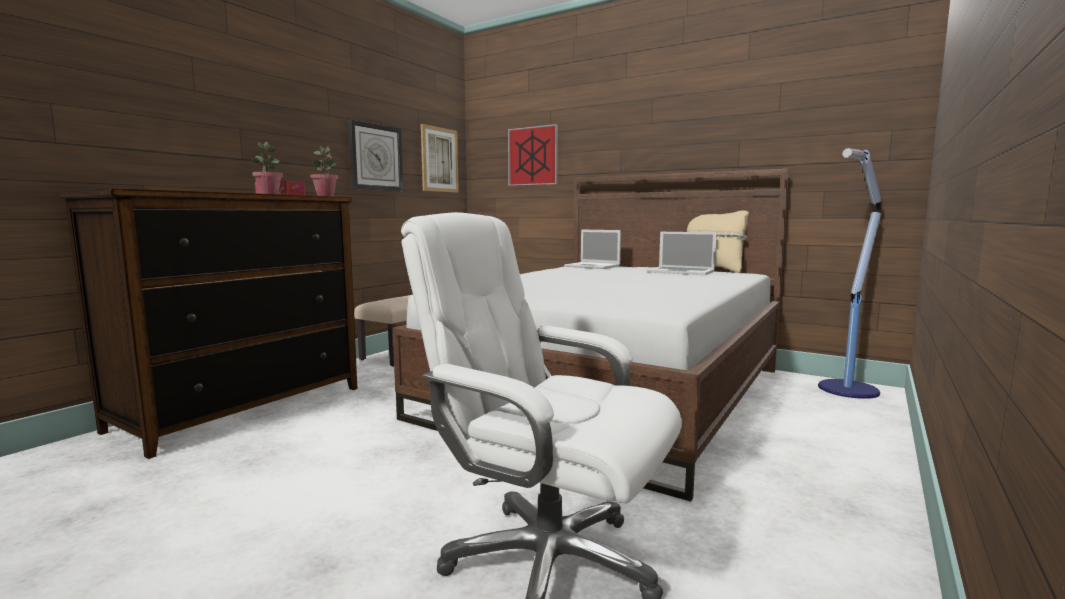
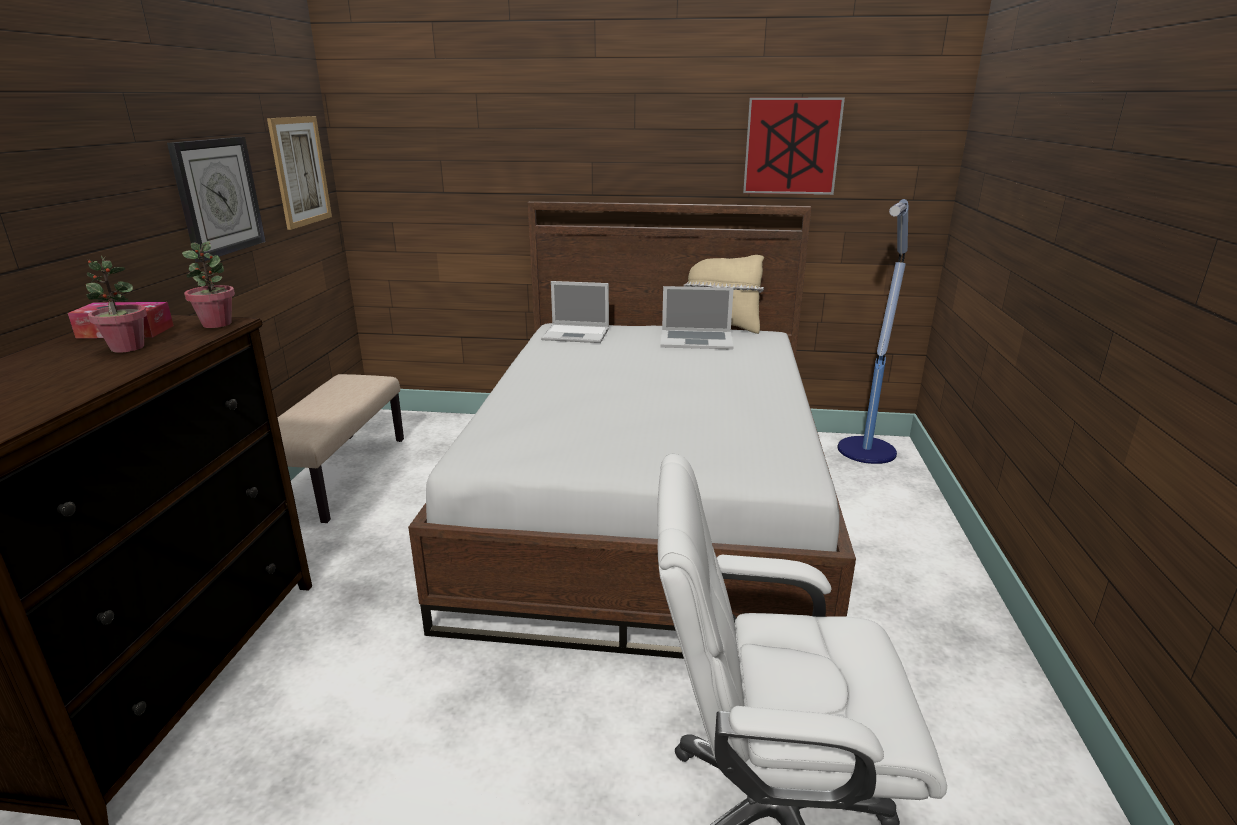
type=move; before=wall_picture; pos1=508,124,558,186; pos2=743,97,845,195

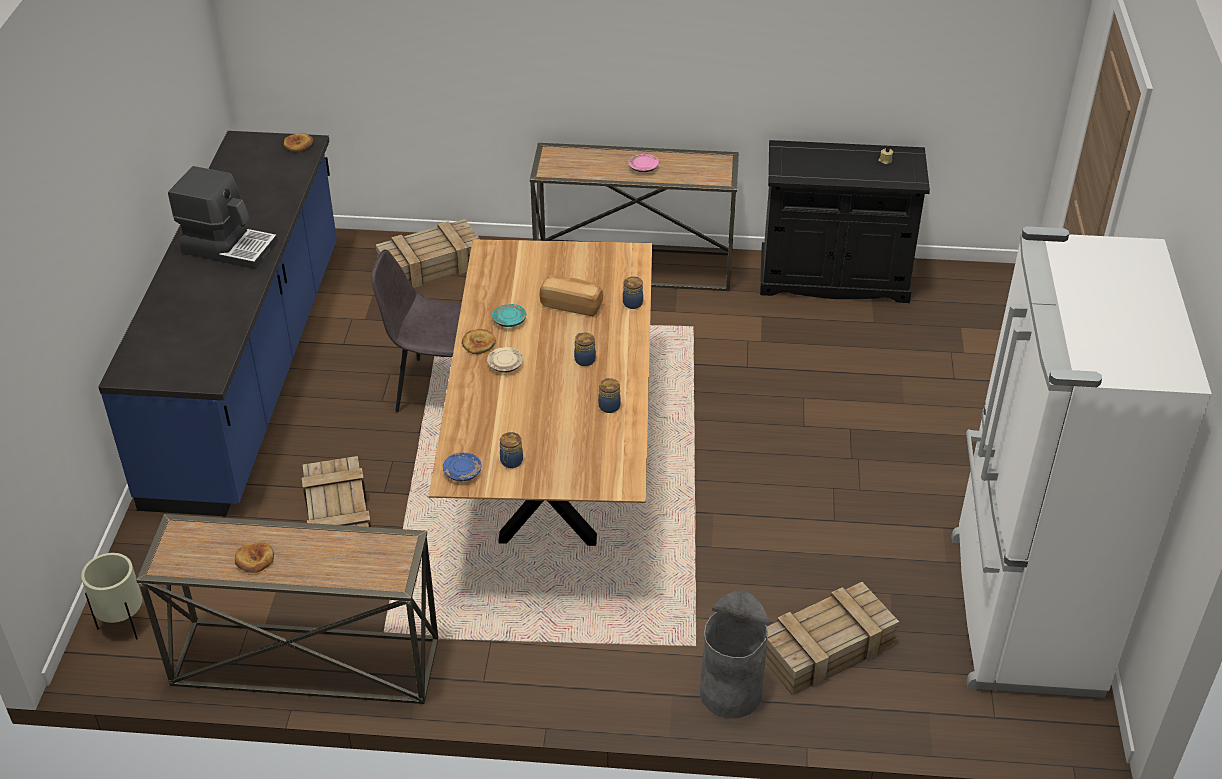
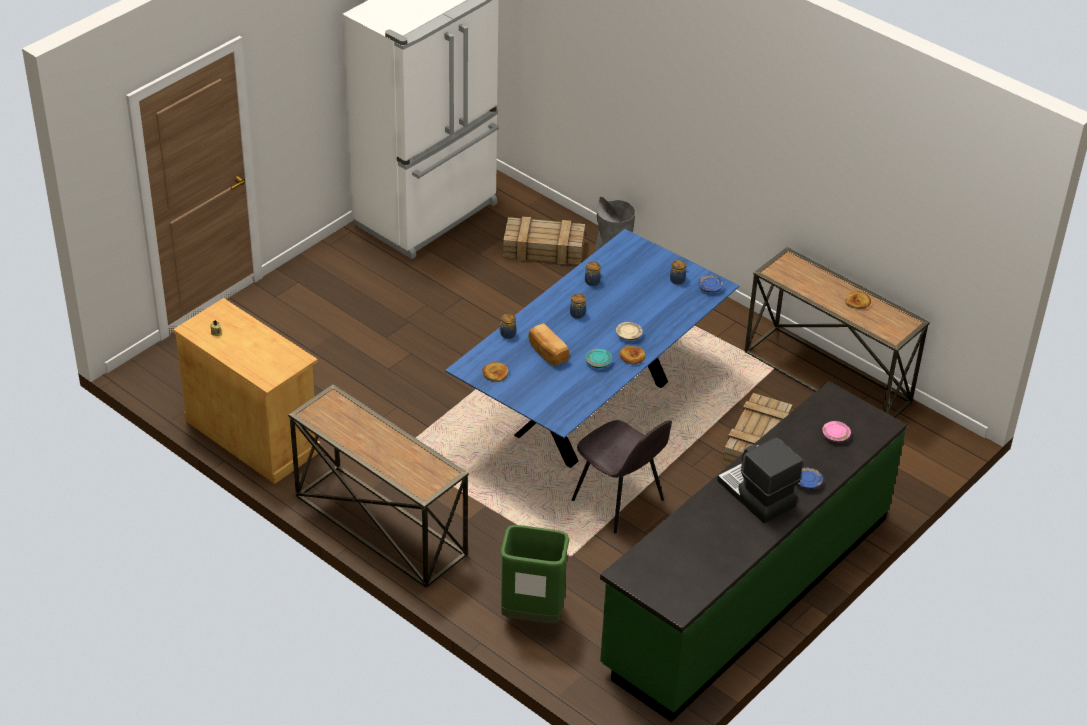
type=recolor; before=black_storage_cabinet; after=beige-coloured_storage_cabinet; pos1=760,140,930,303; pos2=173,298,321,484
type=recolor; before=brown-coloured_dining_table; after=blue_dining_table; pos1=429,239,652,546; pos2=445,229,740,468
type=move; before=baked_bread; pos1=284,133,313,151; pos2=482,362,508,382
type=replace; before=packing_crate; after=greenish_trash_can; pos1=376,219,480,288; pos2=500,525,570,623
type=recolor; before=blue_kitchen_base_unit; after=greenish_kitchen_base_unit; pos1=98,131,337,516; pos2=600,381,907,722
type=insert; after=blue_dinner_plate; pos2=797,468,823,489
type=move; before=pink_dinner_plate; pos1=628,154,659,172; pos2=822,421,851,442
type=delete; before=beige-coloured_plant_pot; pos1=81,553,142,640

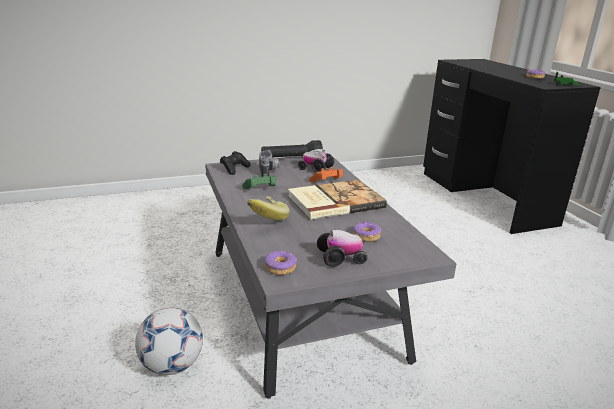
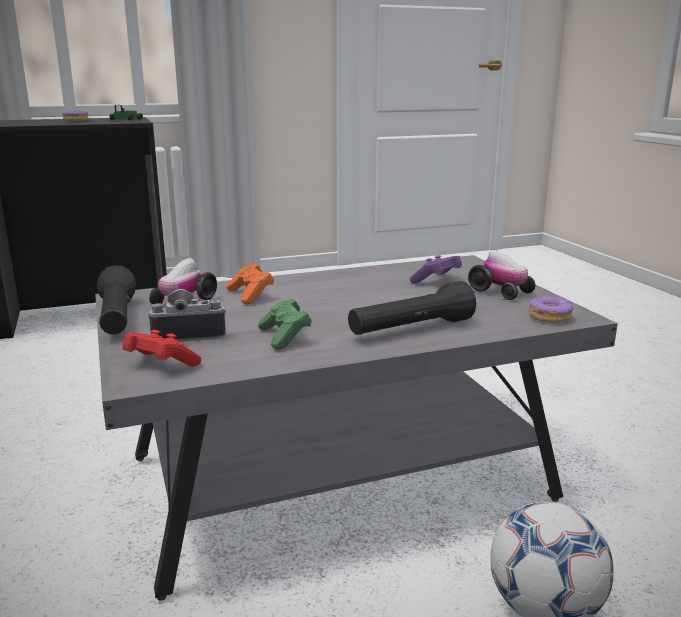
type=recolor; before=black_game_controller; after=red-coloured_game_controller; pos1=220,151,250,175; pos2=123,330,201,366
type=replace; before=whole_banana; after=black_torch; pos1=247,197,290,221; pos2=348,281,476,335
type=replace; before=doughnut; after=purple_game_controller; pos1=353,222,381,242; pos2=410,255,462,284
type=rotate; before=toy_car; pos1=317,230,367,267; pos2=468,250,535,300; turn=150
type=delete; before=bound_book; pos1=288,180,387,220

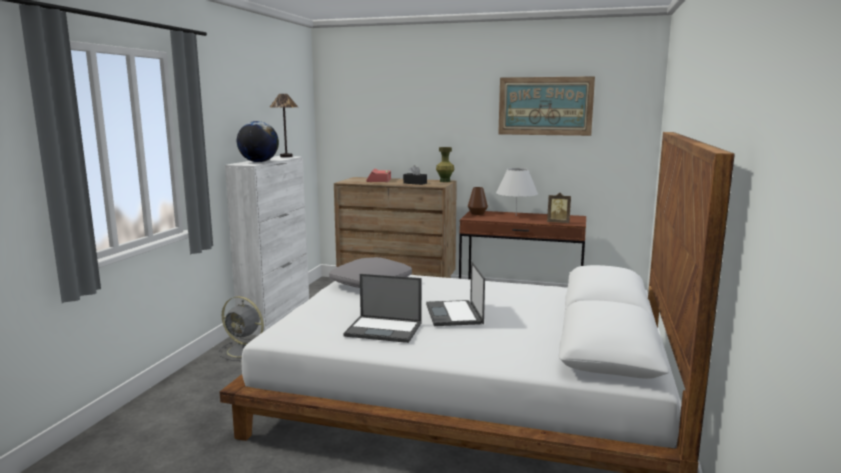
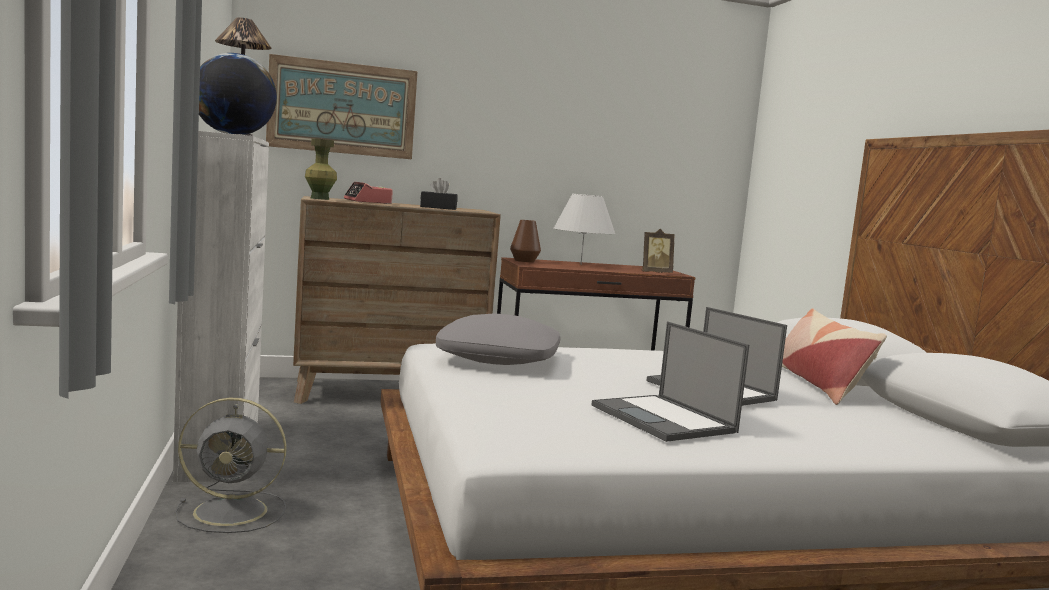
type=move; before=wall_picture; pos1=498,76,595,136; pos2=266,54,417,159
type=move; before=greenish_vase; pos1=436,147,454,182; pos2=305,138,337,200
type=rotate; before=portable_computer; pos1=343,274,422,343; pos2=592,321,749,442; turn=75
type=insert; after=pillow; pos2=782,308,887,405

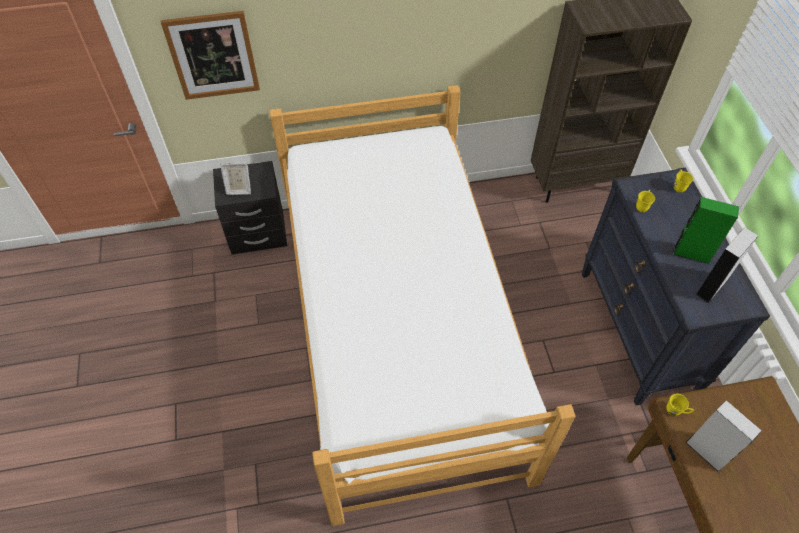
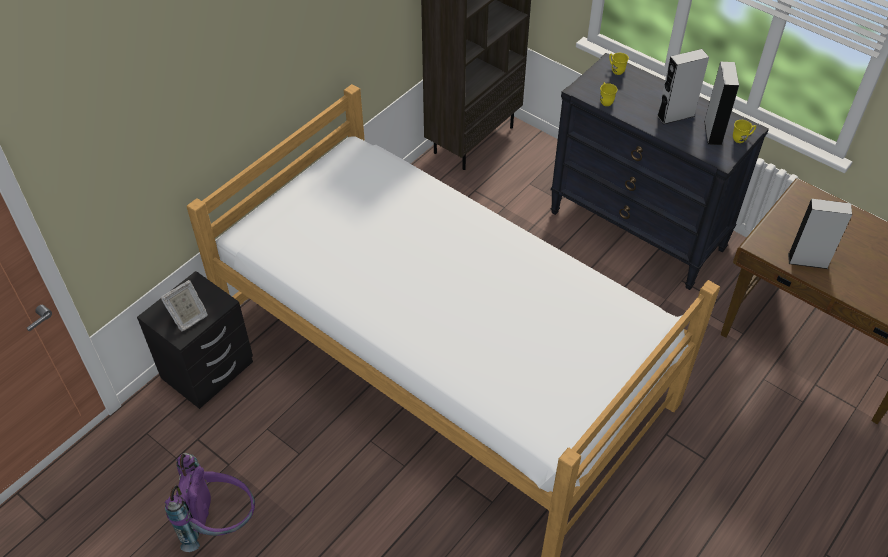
type=insert; after=purple_rucksack; pos2=165,453,255,552
type=recolor; before=greenish_audio_speaker; after=grey_audio_speaker; pos1=673,197,739,264; pos2=657,49,709,125
type=move; before=yellow-coloured_tea_mug; pos1=666,394,694,416; pos2=733,120,756,143
type=delete; before=wall_picture; pos1=161,11,260,100

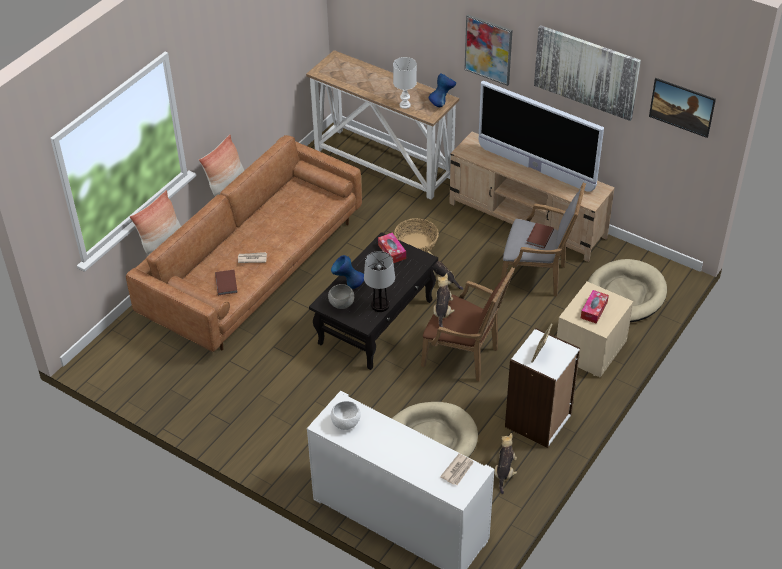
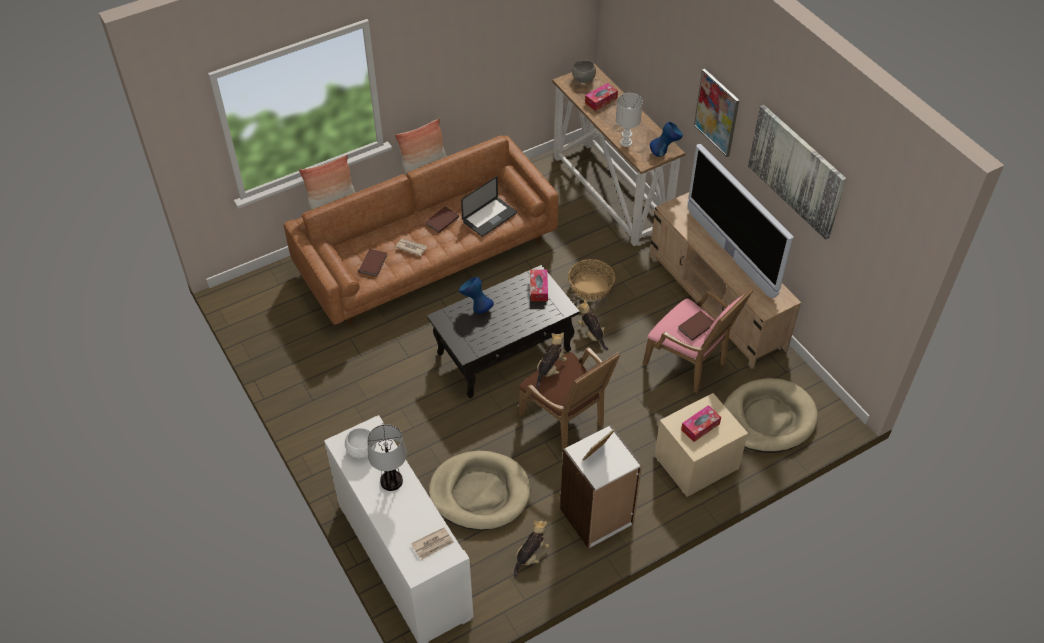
type=move; before=table_lamp; pos1=364,251,395,312; pos2=368,424,407,491
type=insert; after=brown-coloured_bound_book; pos2=425,206,459,233
type=insert; after=portable_computer; pos2=461,176,517,237
type=move; before=grey_deep_dish; pos1=328,284,354,309; pos2=572,60,596,83
type=insert; after=tissue_box; pos2=585,83,618,111
type=recolor; before=grey_lounge_chair; after=pink_lounge_chair; pos1=501,182,586,297; pos2=643,287,754,393
type=delete; before=wall_picture; pos1=649,78,716,138

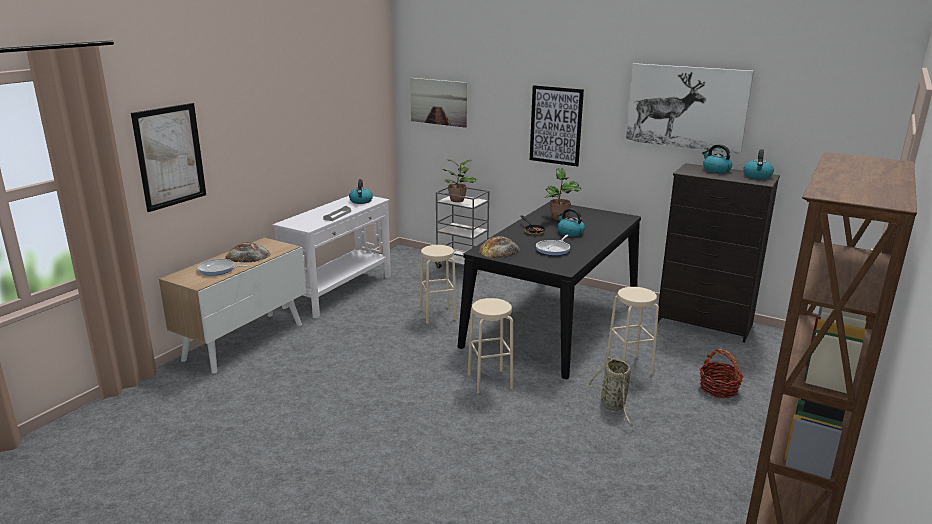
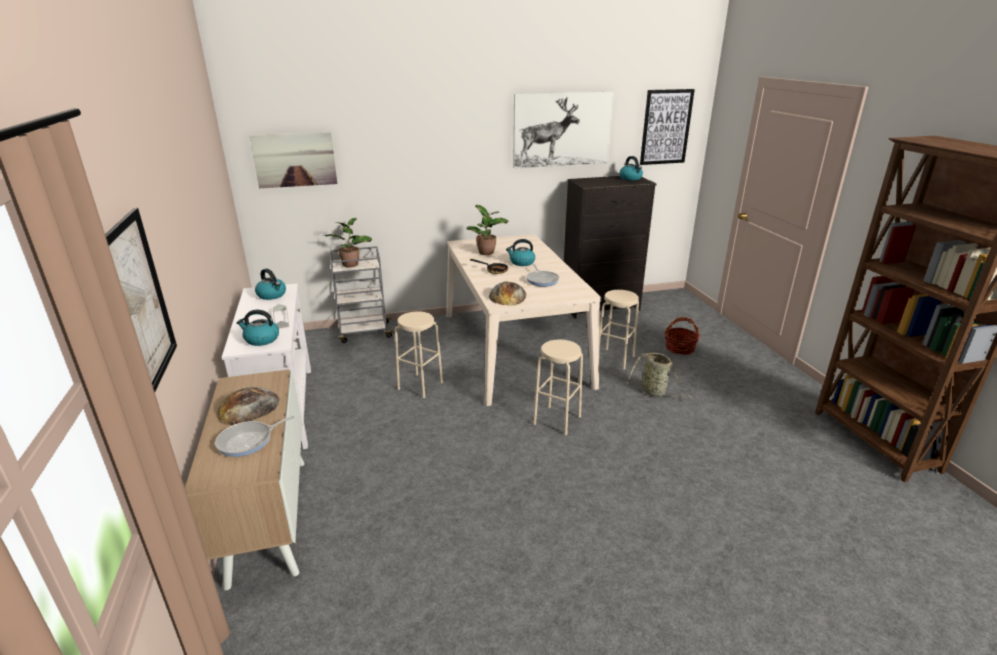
type=move; before=water_kettle; pos1=702,144,732,173; pos2=237,310,279,346
type=recolor; before=black_dining_table; after=beige-coloured_dining_table; pos1=457,202,641,379; pos2=447,234,601,406
type=move; before=wall_picture; pos1=530,85,584,167; pos2=640,89,695,165

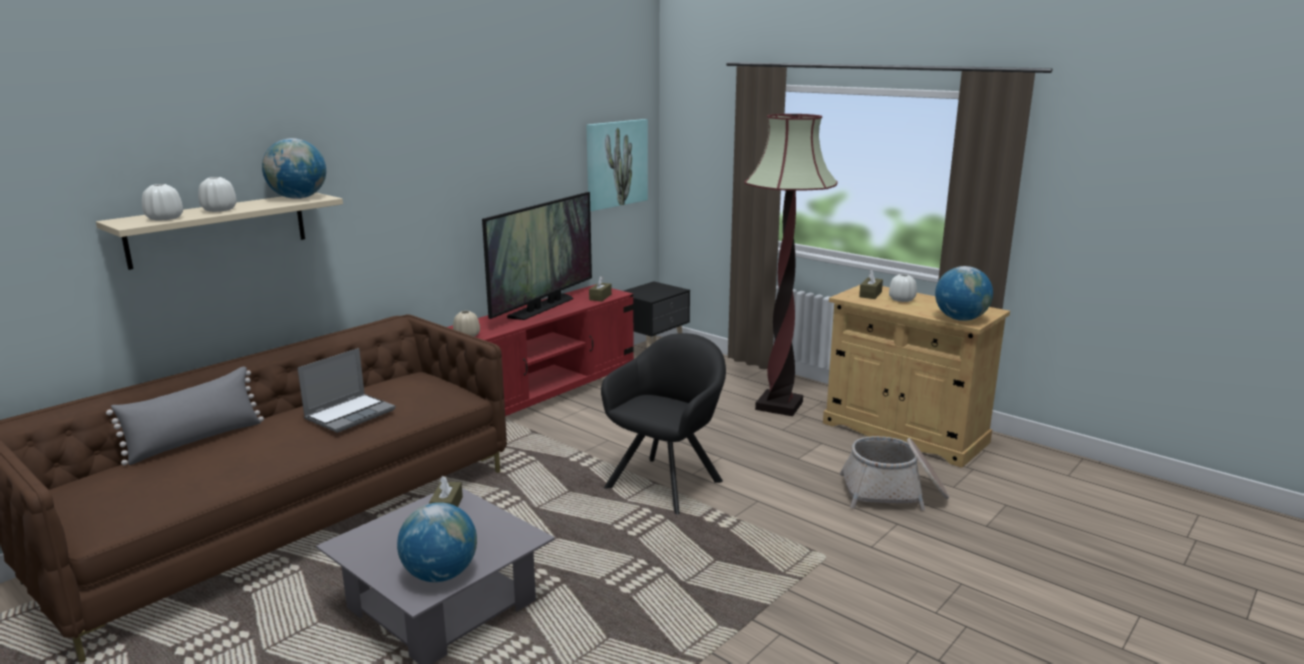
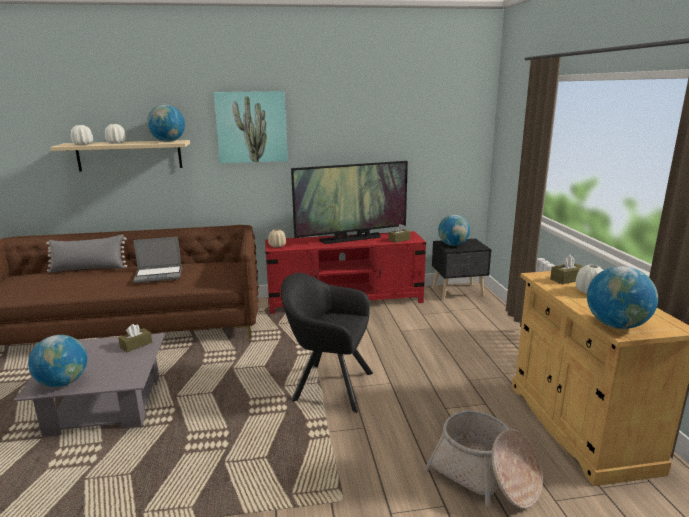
type=move; before=wall_picture; pos1=586,119,648,211; pos2=213,91,288,163
type=rotate; before=black_lounge_chair; pos1=601,333,726,514; pos2=281,273,373,413; turn=-150
type=insert; after=world_globe; pos2=438,215,470,246
type=delete; before=standing_lamp; pos1=744,114,838,416

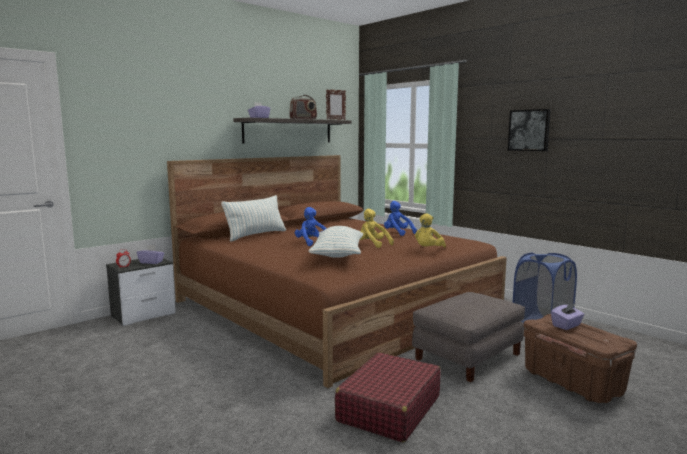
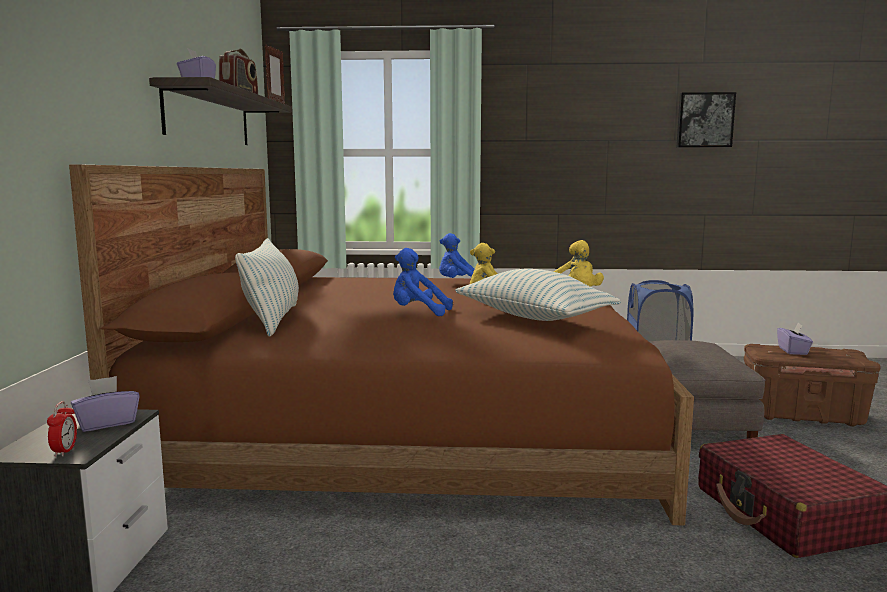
type=move; before=wall_picture; pos1=508,109,551,151; pos2=677,92,736,147

